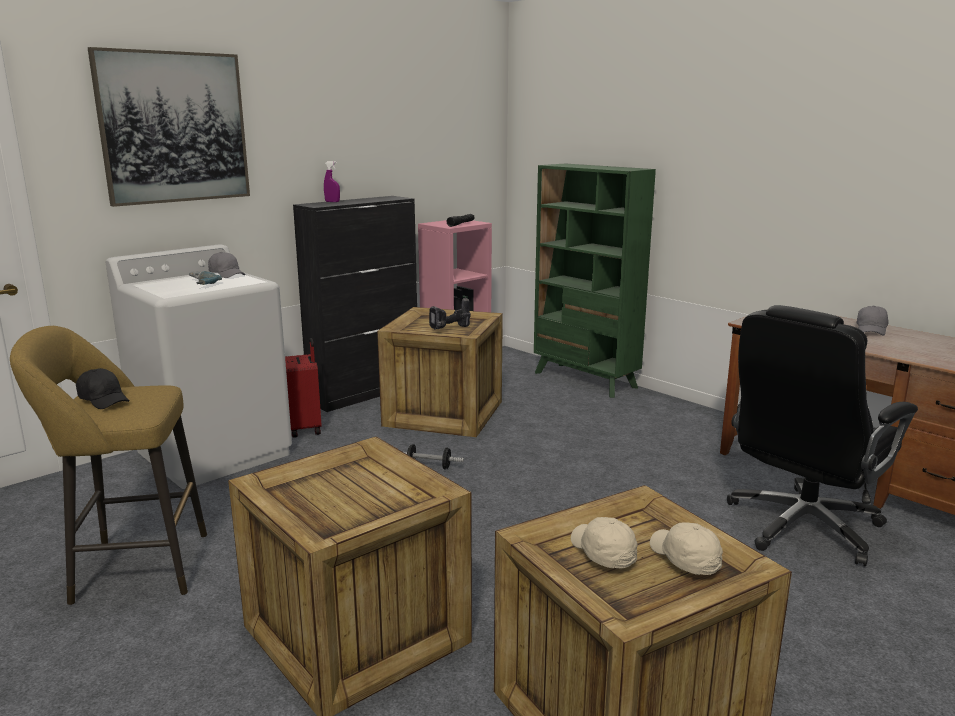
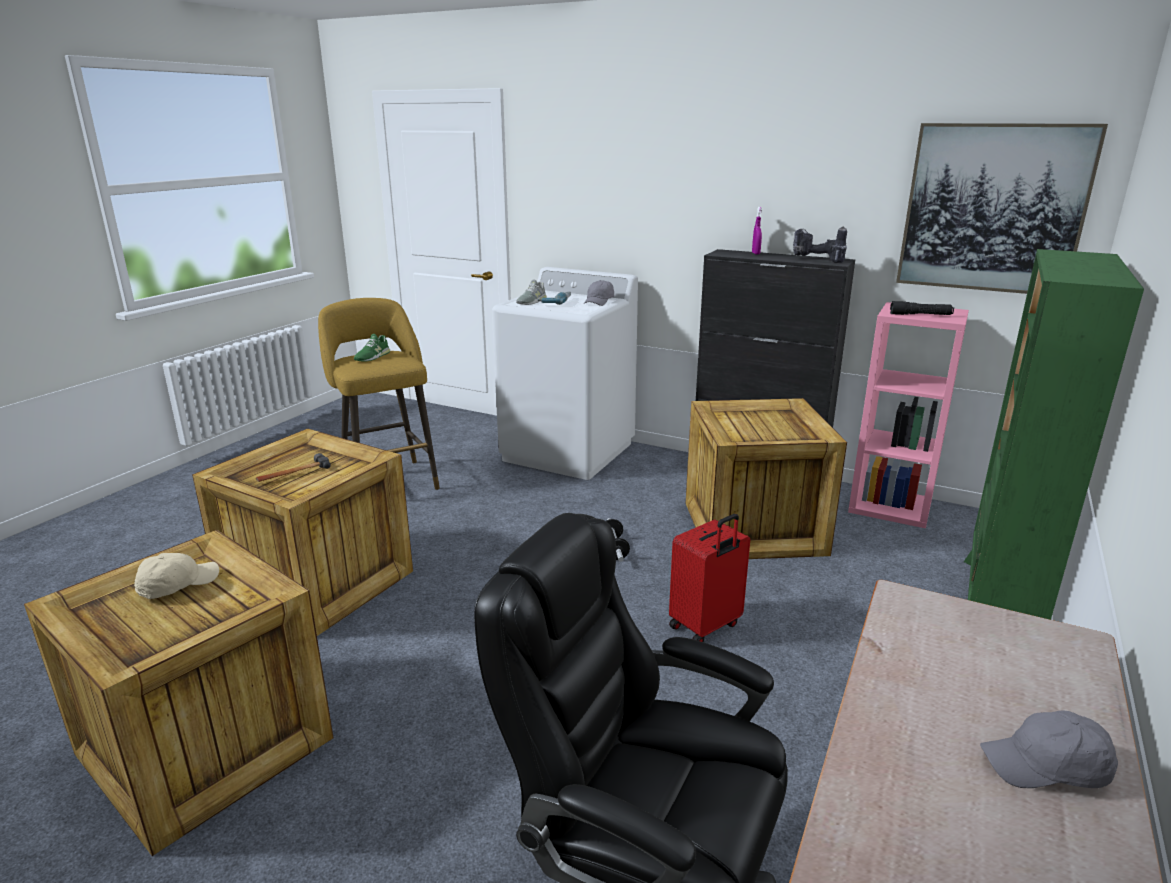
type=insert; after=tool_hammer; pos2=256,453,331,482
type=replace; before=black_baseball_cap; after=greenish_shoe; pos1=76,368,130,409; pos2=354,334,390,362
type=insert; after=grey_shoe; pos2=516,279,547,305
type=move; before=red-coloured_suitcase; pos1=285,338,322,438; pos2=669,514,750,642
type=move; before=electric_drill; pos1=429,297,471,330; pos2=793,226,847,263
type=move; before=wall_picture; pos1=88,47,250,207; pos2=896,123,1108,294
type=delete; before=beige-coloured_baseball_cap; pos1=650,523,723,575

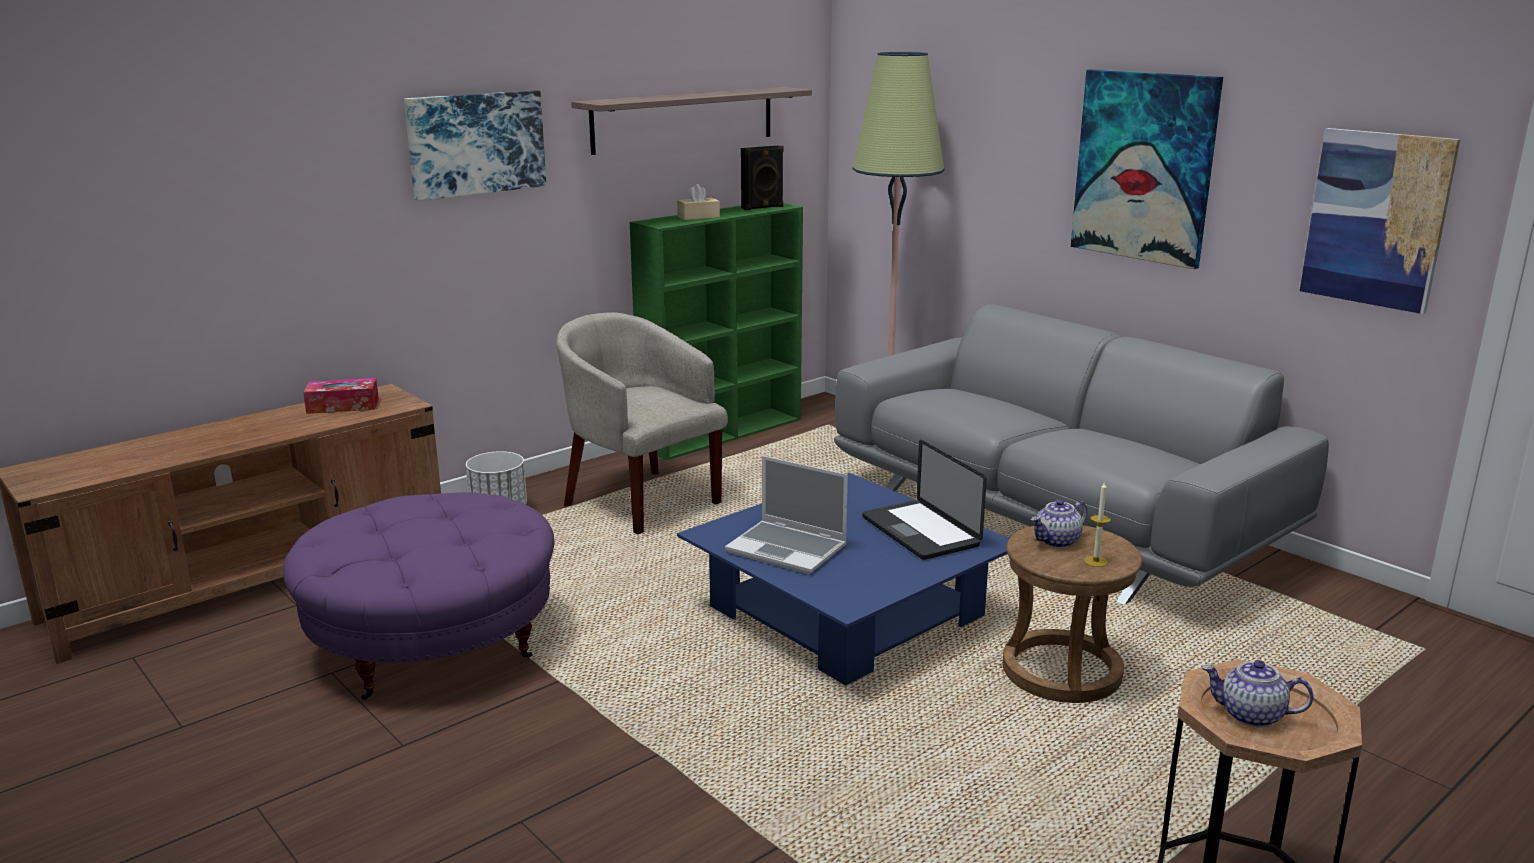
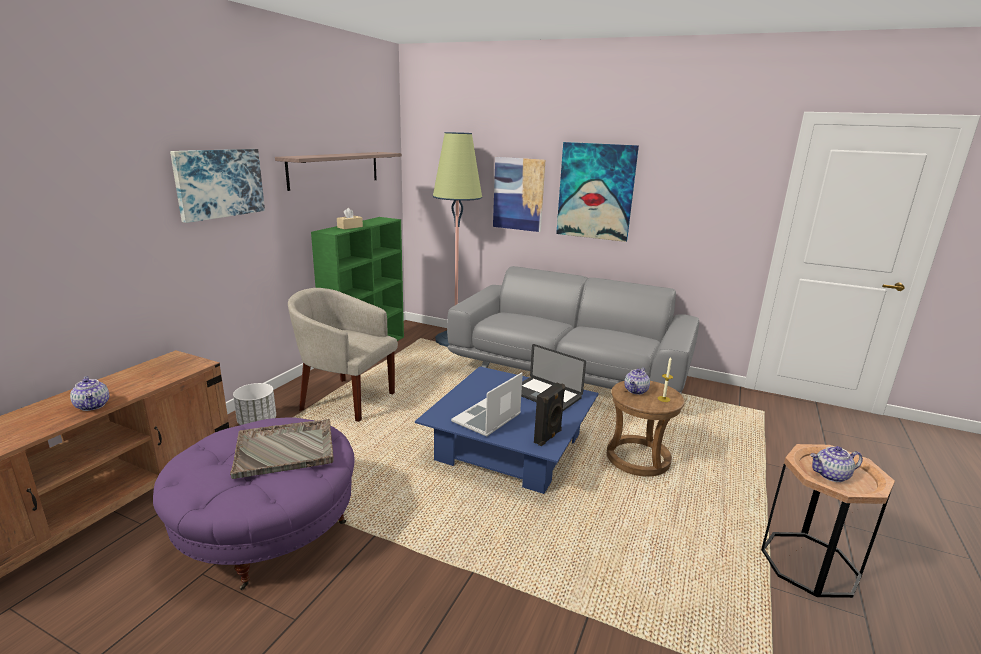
type=insert; after=tea_pot; pos2=70,376,109,411
type=insert; after=grey_carrying_tray; pos2=230,419,334,479
type=rotate; before=portable_computer; pos1=725,456,848,574; pos2=451,372,523,437; turn=120
type=move; before=wall_picture; pos1=1300,128,1460,314; pos2=493,157,545,232
type=move; before=black_audio_speaker; pos1=741,146,784,210; pos2=534,383,565,446
type=delete; before=tissue_box; pos1=303,378,379,414

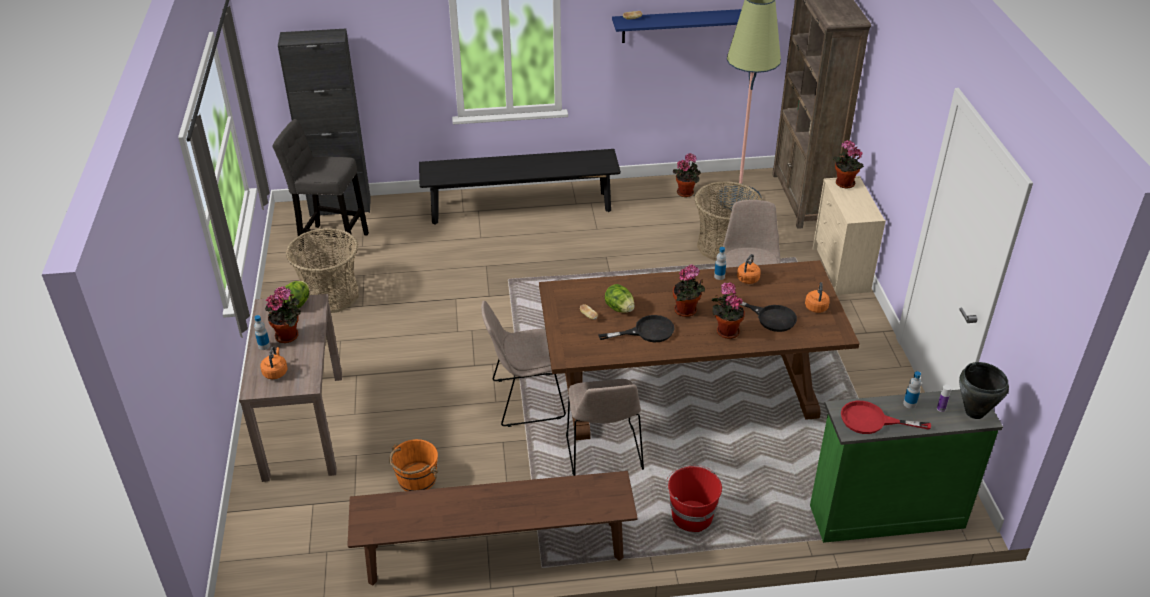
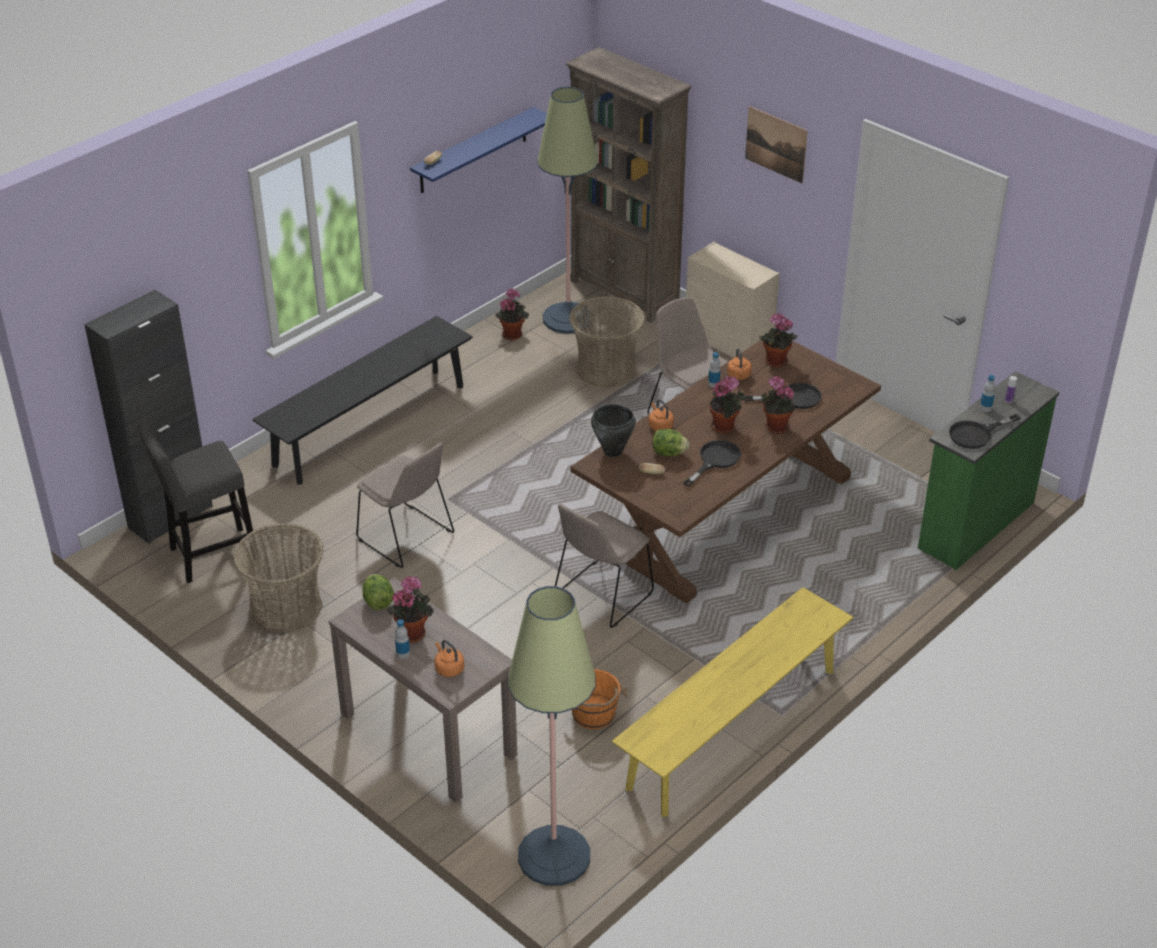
type=move; before=beige-coloured_chair; pos1=566,379,644,476; pos2=356,442,454,568
type=insert; after=standing_lamp; pos2=508,586,595,886
type=move; before=black_cooking_pot; pos1=959,362,1009,419; pos2=591,404,636,457
type=recolor; before=brown-coloured_indoor_bench; after=yellow-coloured_indoor_bench; pos1=347,471,638,586; pos2=612,587,853,817
type=move; before=orangey_water_kettle; pos1=805,282,830,313; pos2=649,399,674,431
type=insert; after=wall_picture; pos2=745,106,808,183
type=move; before=houseplant; pos1=833,140,864,189; pos2=759,313,798,367
type=recolor; before=red-coloured_pan; after=black_pan; pos1=841,401,931,434; pos2=949,414,1021,449
type=delete; before=red-coloured_pail; pos1=666,465,722,532

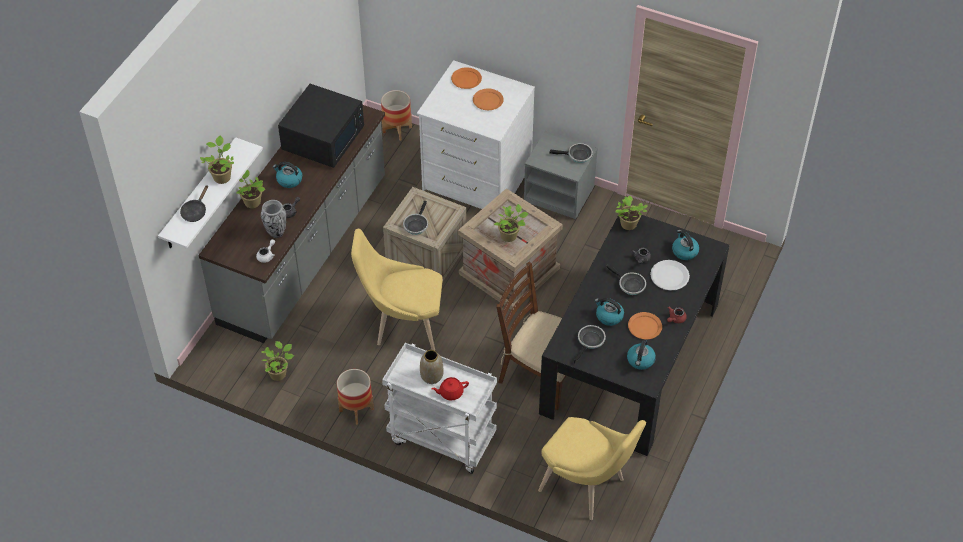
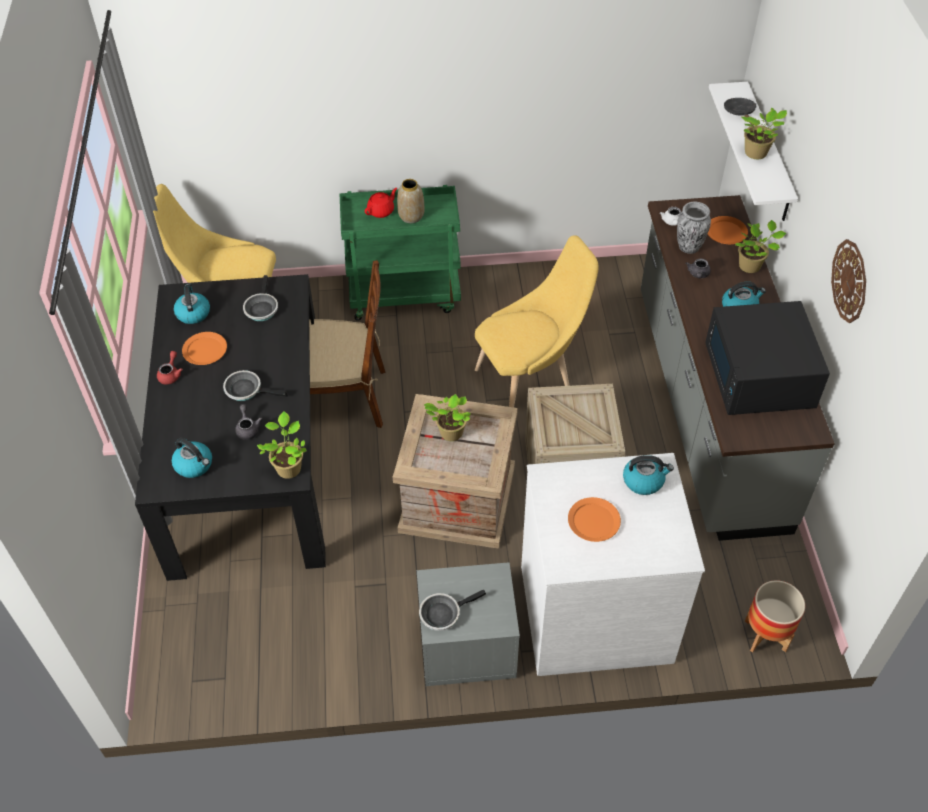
type=recolor; before=whitish_wheeled_cart; after=greenish_wheeled_cart; pos1=382,343,497,474; pos2=340,185,461,321
type=move; before=water_kettle; pos1=594,298,624,326; pos2=623,455,674,495
type=move; before=orangey_dinner_plate; pos1=451,67,482,89; pos2=708,216,748,244
type=insert; after=wall_clock; pos2=831,239,866,323
type=delete; before=houseplant; pos1=261,341,294,381
type=delete; before=plant_pot; pos1=337,369,374,425
type=delete; before=pan; pos1=403,200,428,235
type=delete; before=whitish_dinner_plate; pos1=650,260,690,291

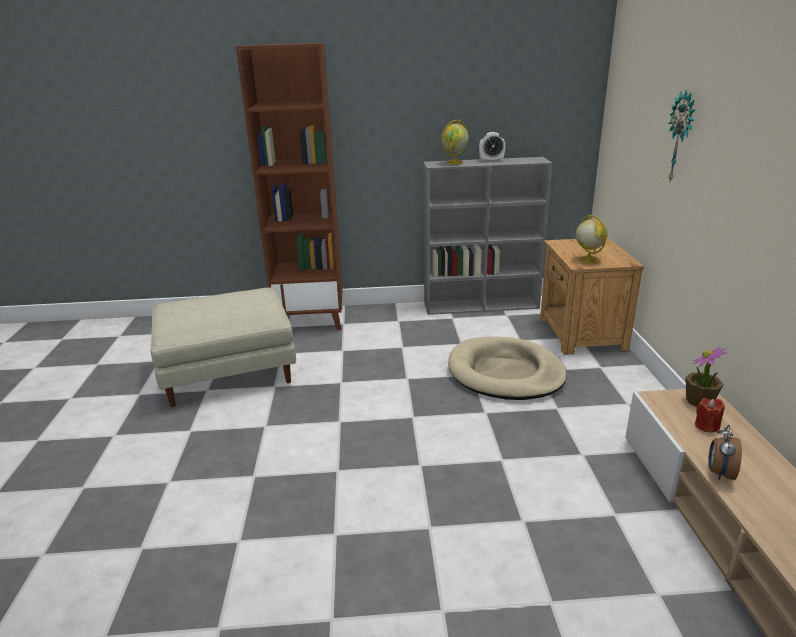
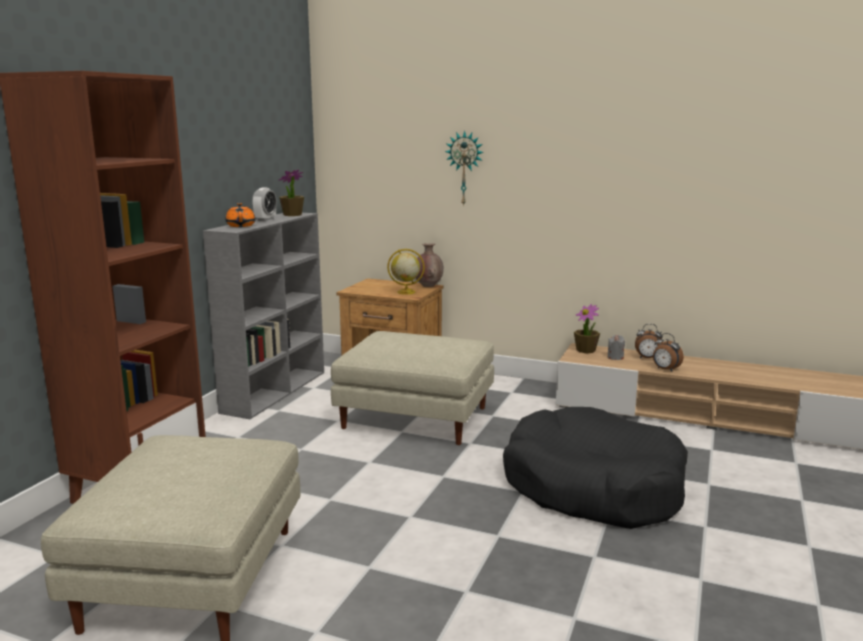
type=replace; before=world_globe; after=orangey_tea_pot; pos1=441,120,469,165; pos2=225,203,256,227
type=insert; after=houseplant; pos2=278,169,304,216
type=replace; before=beige-coloured_dog_cushion; after=beige-coloured_footrest; pos1=448,337,567,400; pos2=331,331,494,445
type=insert; after=brown-coloured_vase; pos2=416,243,444,287
type=insert; after=black_dog_cushion; pos2=503,407,688,529
type=recolor; before=red-coloured_wax_light; after=grey_wax_light; pos1=695,398,725,432; pos2=608,335,625,360
type=insert; after=table_clock; pos2=635,324,663,358

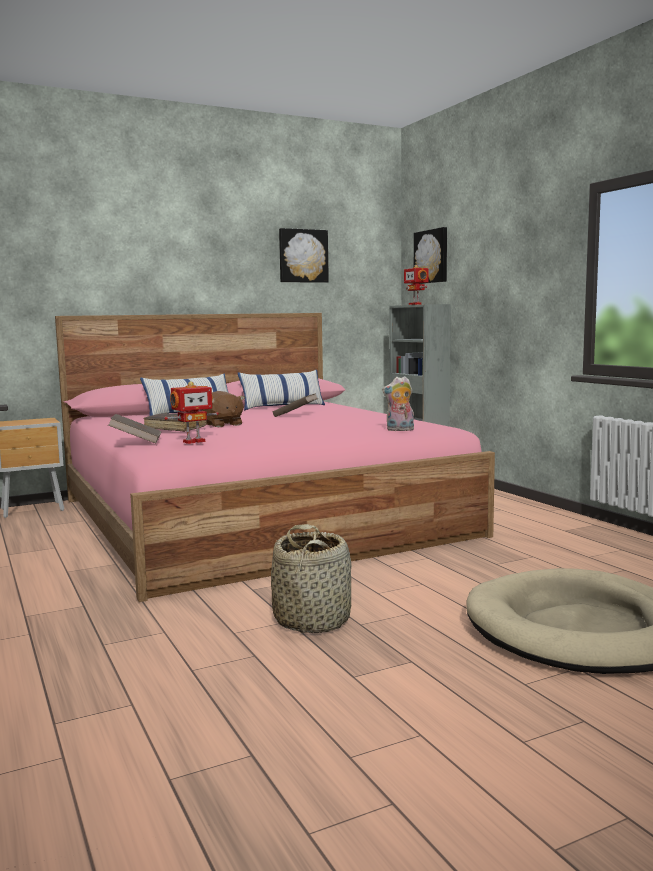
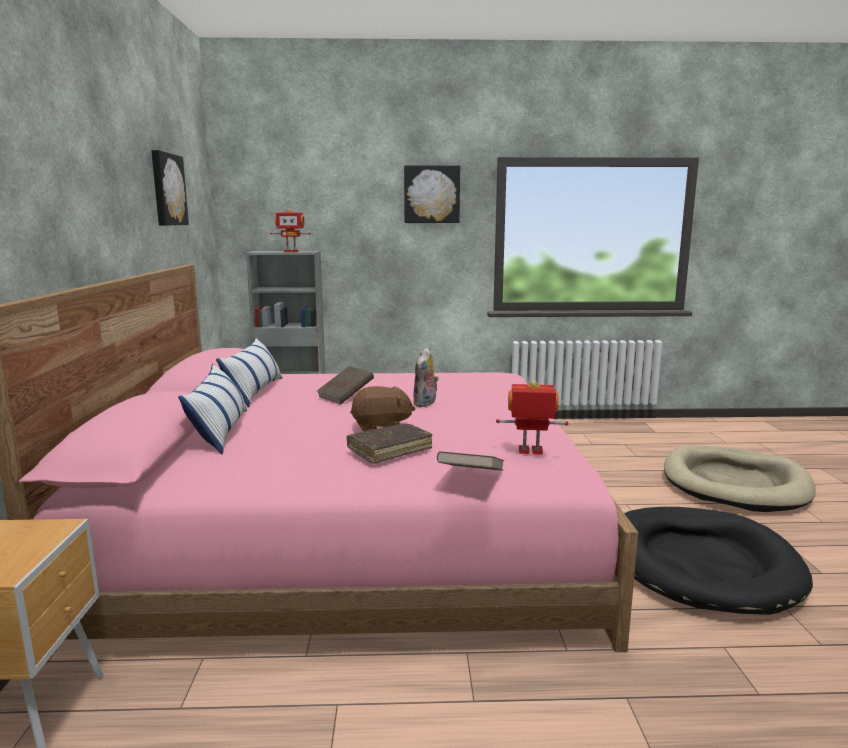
type=move; before=wall_picture; pos1=414,227,447,284; pos2=404,165,460,223
type=move; before=soft_toy; pos1=382,376,414,431; pos2=413,347,439,407
type=rotate; before=robot_figure; pos1=164,381,219,444; pos2=496,380,569,455; turn=-75
type=replace; before=basket; after=black_dog_cushion; pos1=271,524,352,633; pos2=624,507,813,615

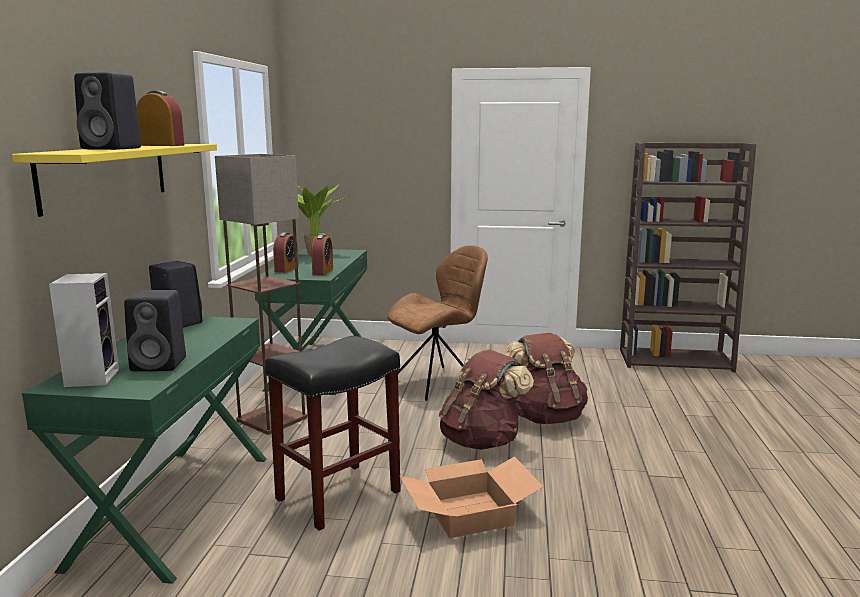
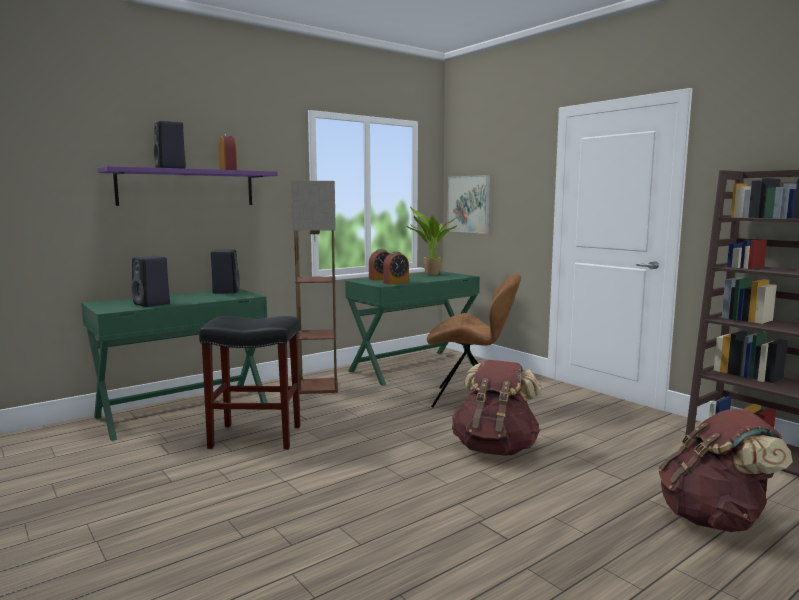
type=recolor; before=yellow-coloured_shelf; after=purple_shelf; pos1=12,144,217,217; pos2=98,166,278,206
type=insert; after=wall_picture; pos2=447,175,490,234
type=move; before=brown-coloured_rucksack; pos1=439,350,534,450; pos2=658,409,793,532
type=delete; before=audio_speaker; pos1=49,273,119,387
type=delete; before=carton; pos1=400,456,543,538

